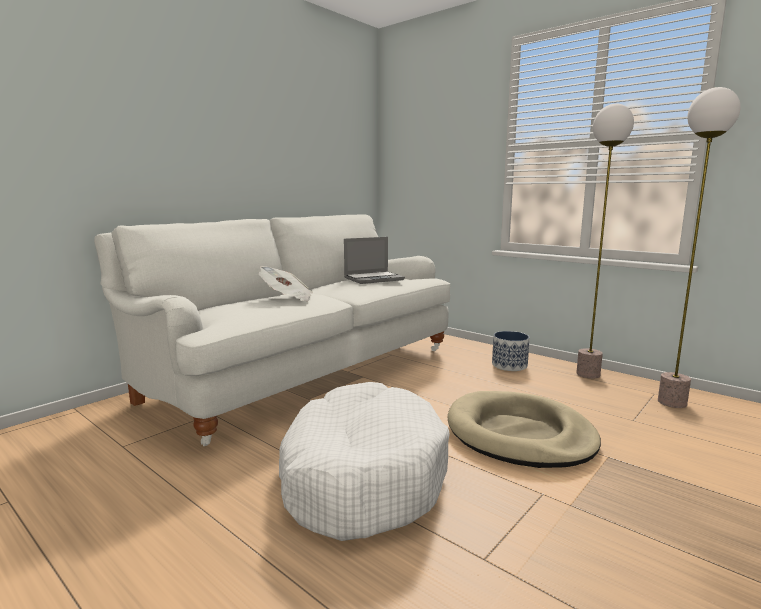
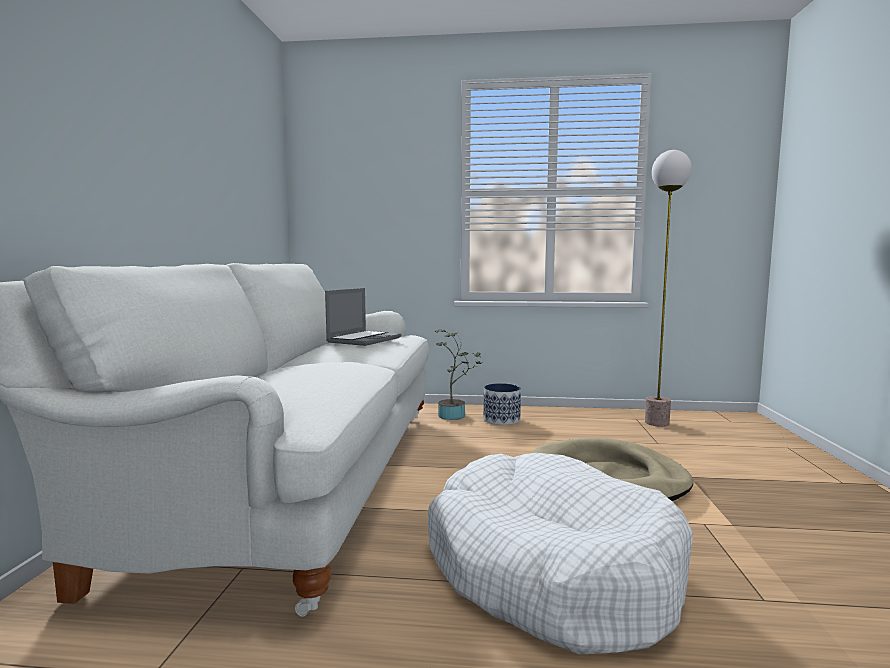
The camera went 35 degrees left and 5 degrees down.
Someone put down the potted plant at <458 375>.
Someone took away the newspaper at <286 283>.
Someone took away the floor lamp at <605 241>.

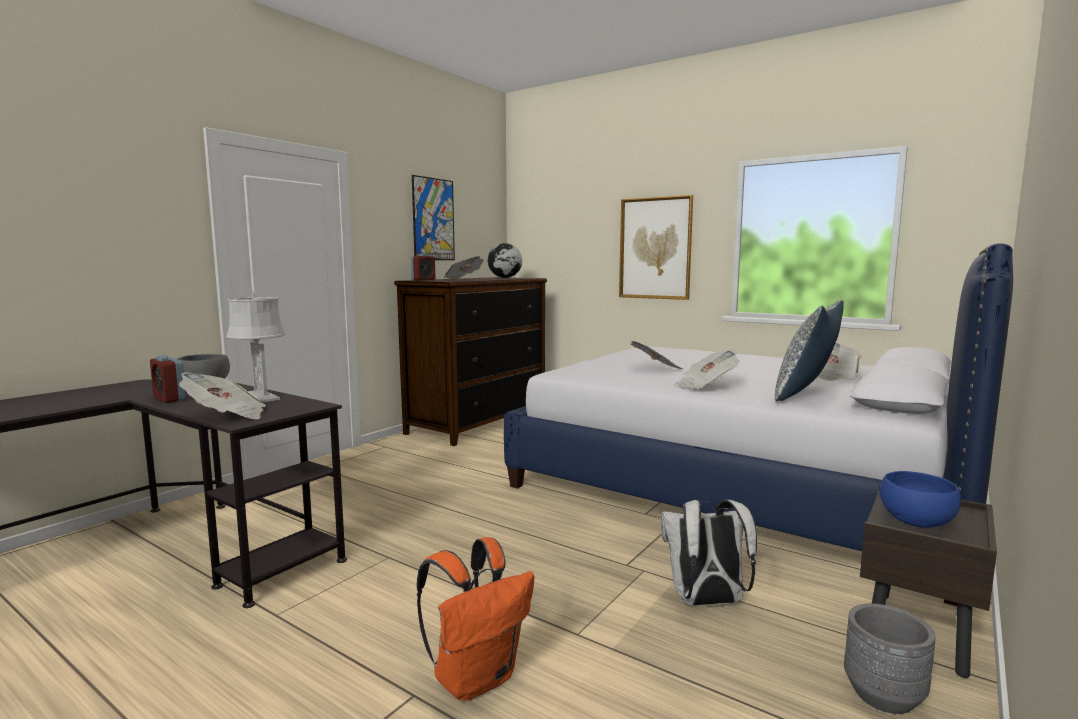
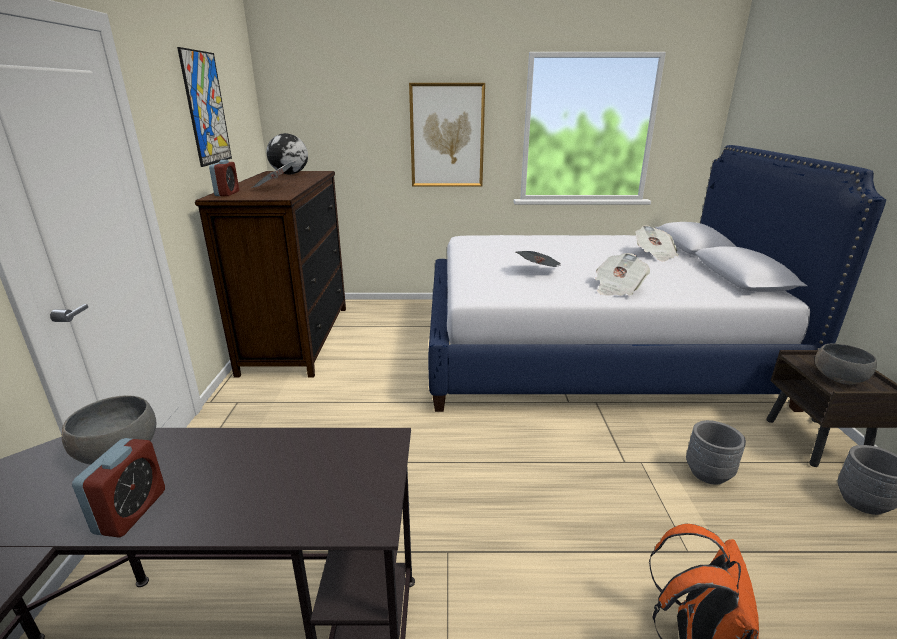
The camera went 35 degrees left and 15 degrees up.
Someone rotated the alarm clock at <168 379> by 90 degrees counterclockwise.
Someone swapped the white backpack at <709 553> for the grey planter at <716 452>.
Someone repainted the blue bowl at <920 499>, which became the grey bowl at <846 363>.
Someone took away the newspaper at <222 395>.
Someone took away the grey table lamp at <256 346>.
Someone took away the pillow at <809 350>.

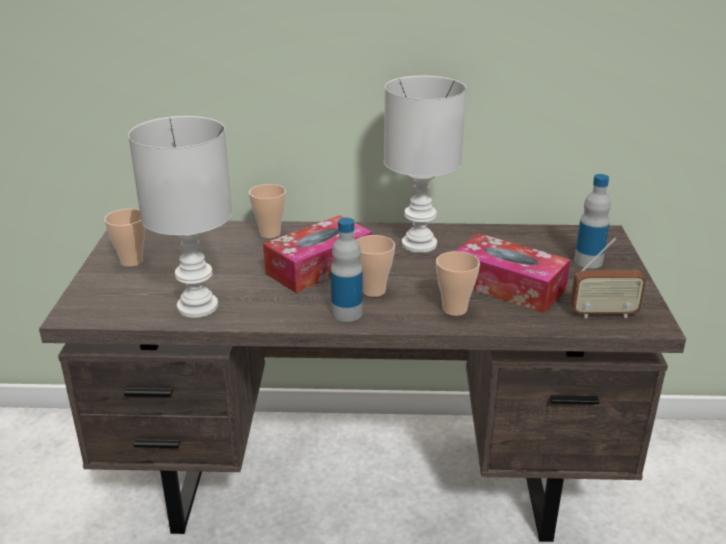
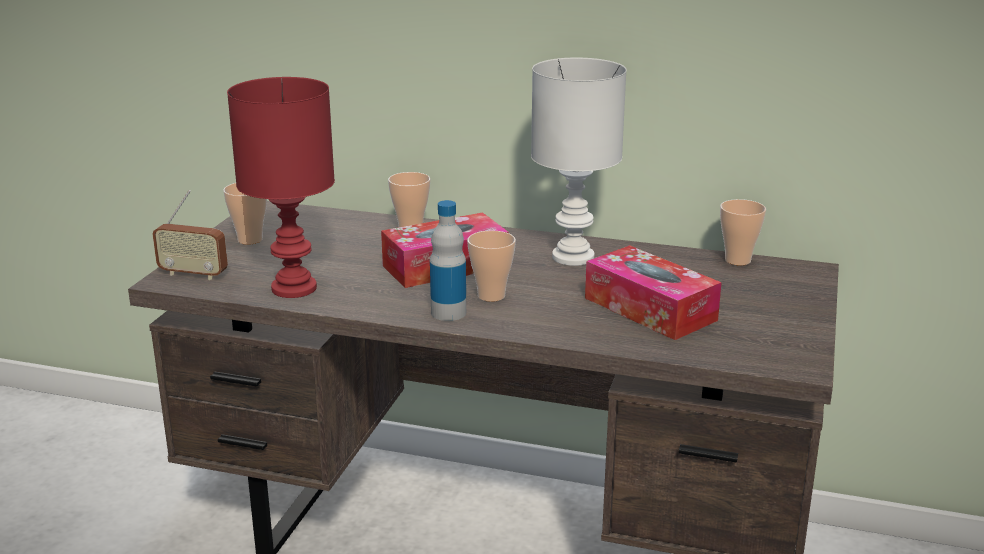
The camera went 15 degrees right and 5 degrees down.
Someone carried the radio from <608 278> to <190 235>.
Someone repainted the white table lamp at <180 217>, which became the red table lamp at <281 187>.
Someone carried the cup from <458 283> to <743 232>.
Someone took away the bottle at <592 221>.

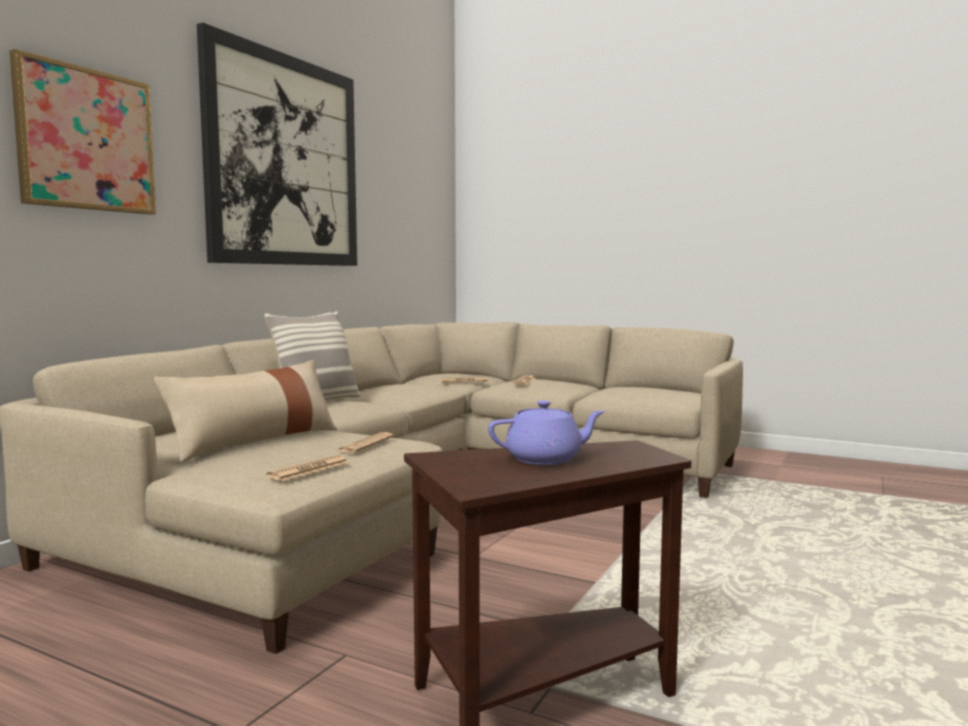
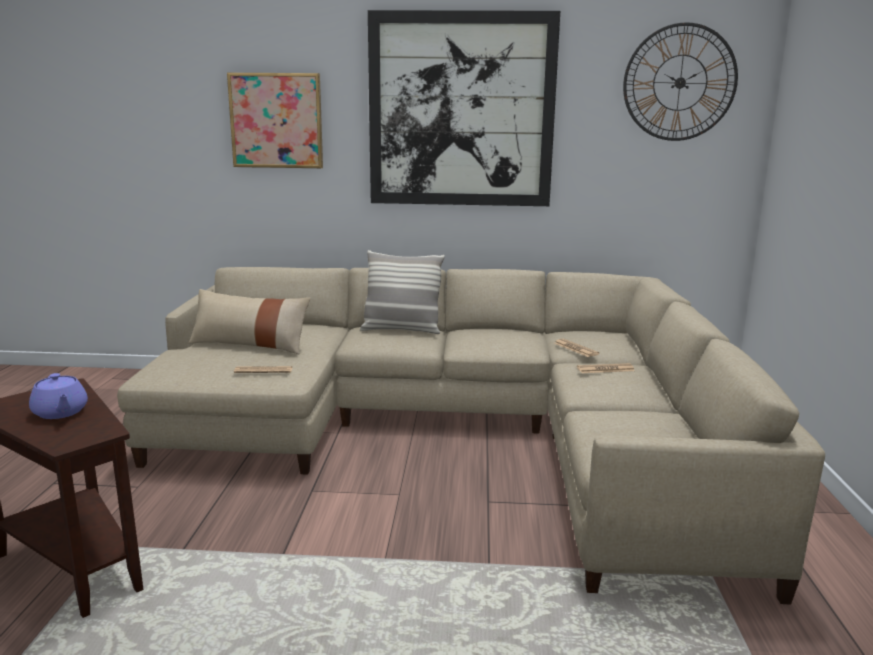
The camera went 65 degrees right and 10 degrees up.
Someone put up the wall clock at <680 81>.
Someone took away the newspaper at <307 468>.

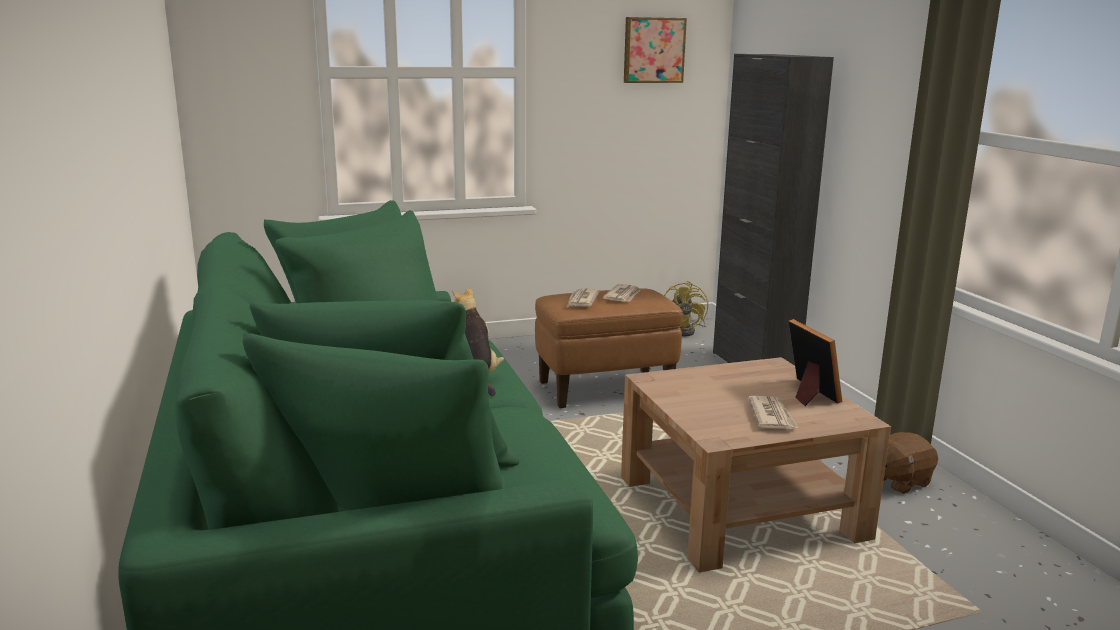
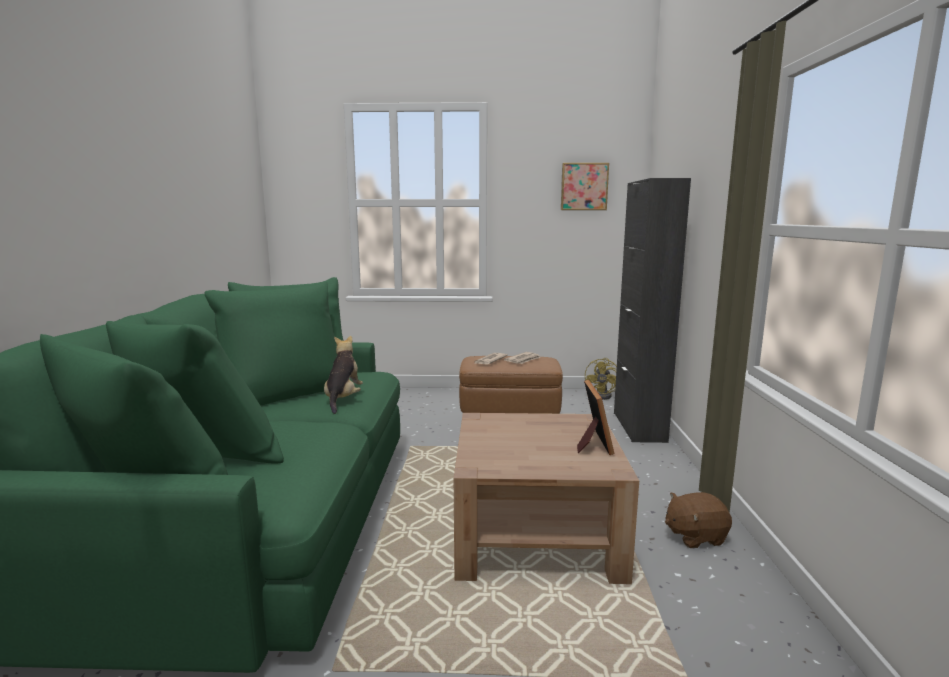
The camera went 20 degrees right and 5 degrees down.
Someone took away the newspaper at <773 412>.

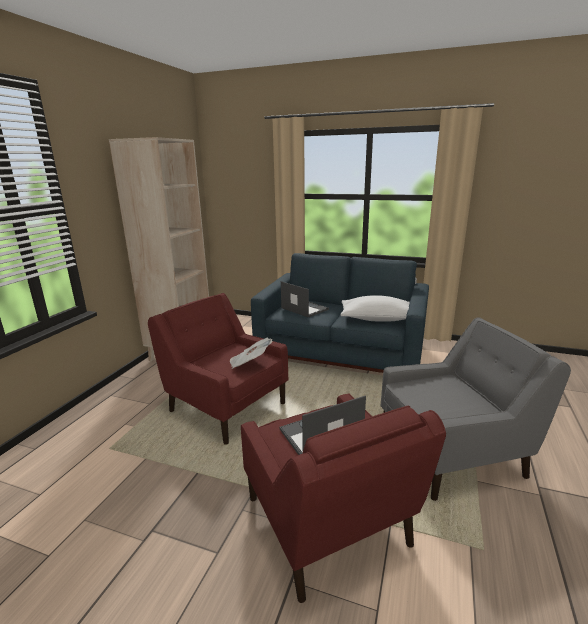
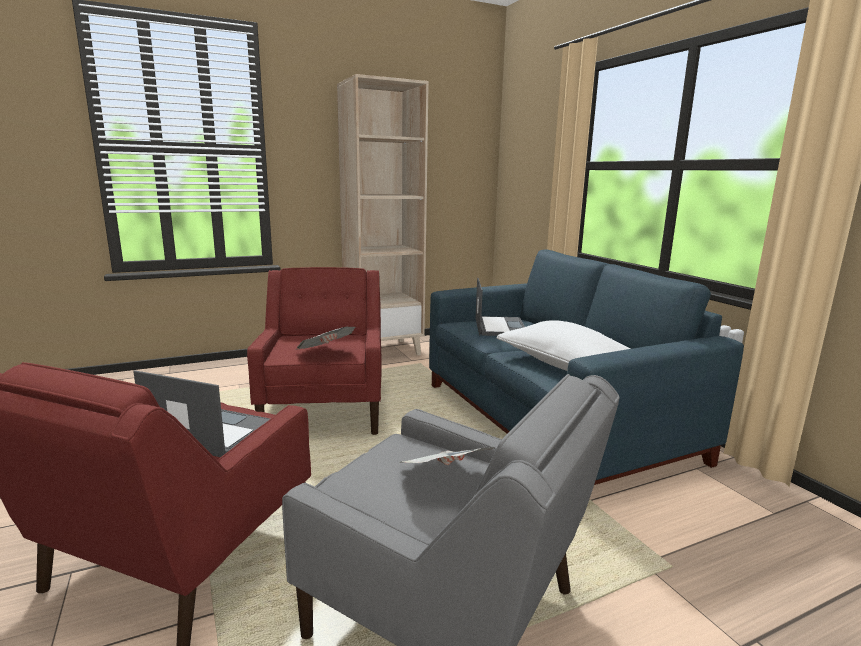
The camera went 45 degrees right and 5 degrees down.
Someone put down the newspaper at <446 456>.

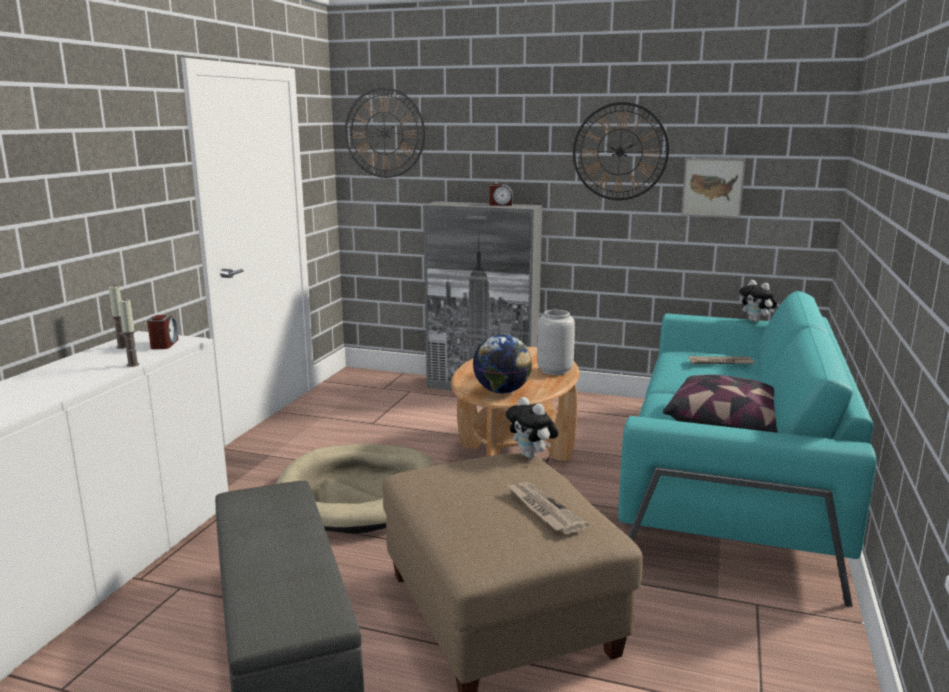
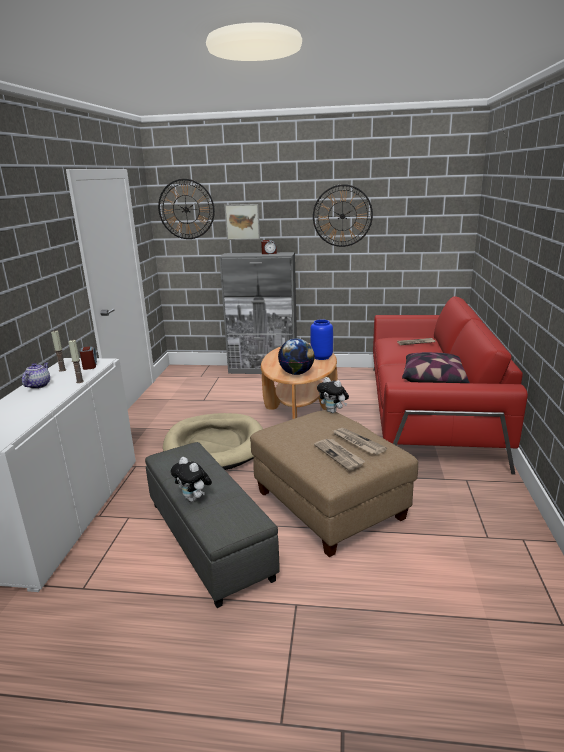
The camera went 10 degrees left and 5 degrees up.
Someone put down the teapot at <36 375>.
Someone carried the plush toy from <758 301> to <191 479>.
Someone carried the picture from <713 188> to <242 222>.
Someone repainted the grey vase at <556 342>, which became the blue vase at <321 339>.
Someone put down the newspaper at <339 455>.
Someone repainted the turquoise sofa at <747 449>, which became the red sofa at <450 385>.

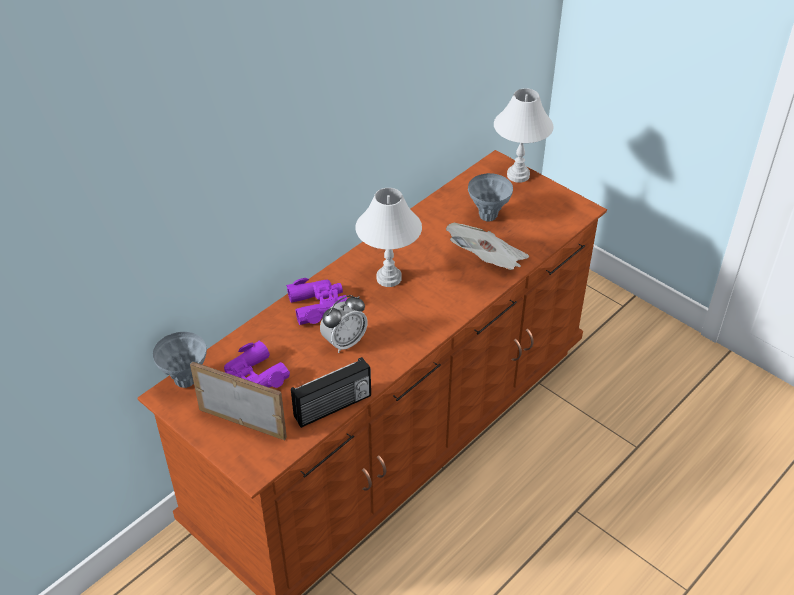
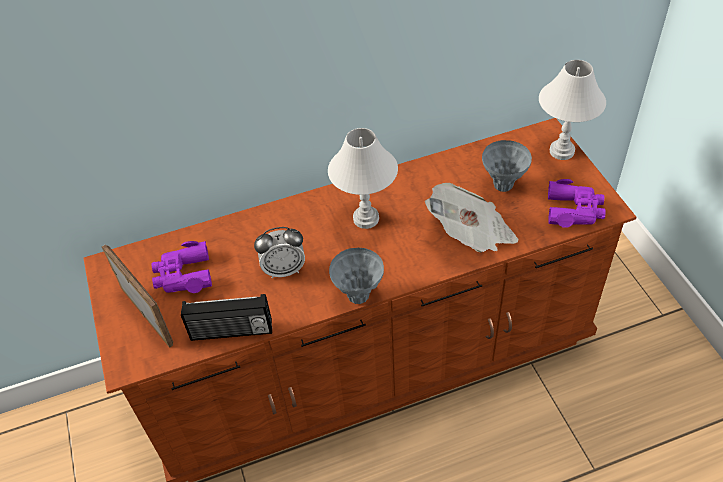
The camera went 30 degrees right and 5 degrees up.
Someone carried the grey vase from <180 360> to <356 276>.
Someone carried the purple binoculars from <316 301> to <577 203>.

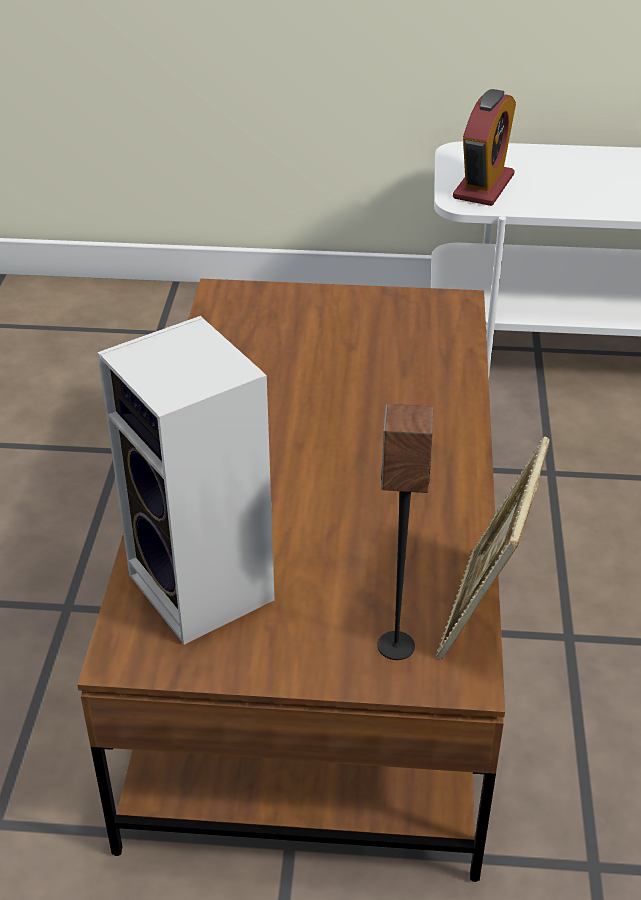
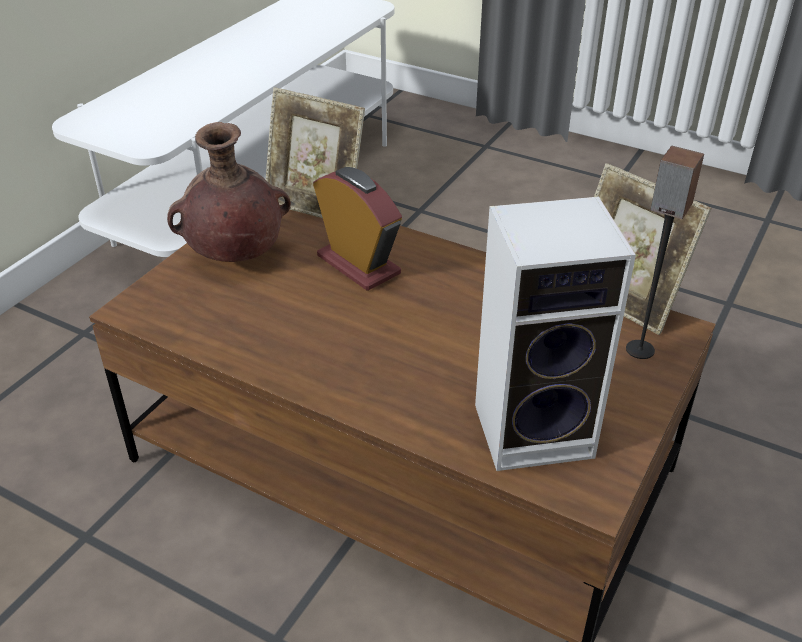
The camera went 65 degrees left and 0 degrees up.
Someone put down the brown vase at <229 192>.
Someone put down the picture frame at <315 152>.
Someone carried the alarm clock from <484 147> to <357 229>.

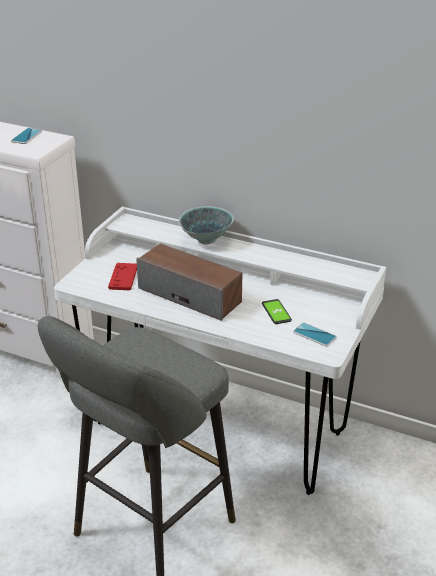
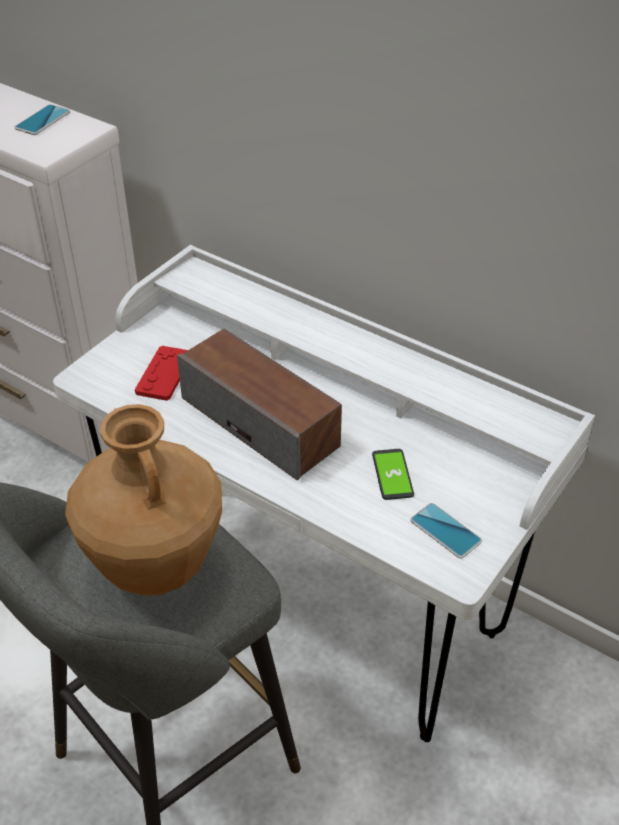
The camera went 10 degrees right and 10 degrees up.
Someone put down the brown vase at <143 500>.
Someone took away the bowl at <206 225>.

